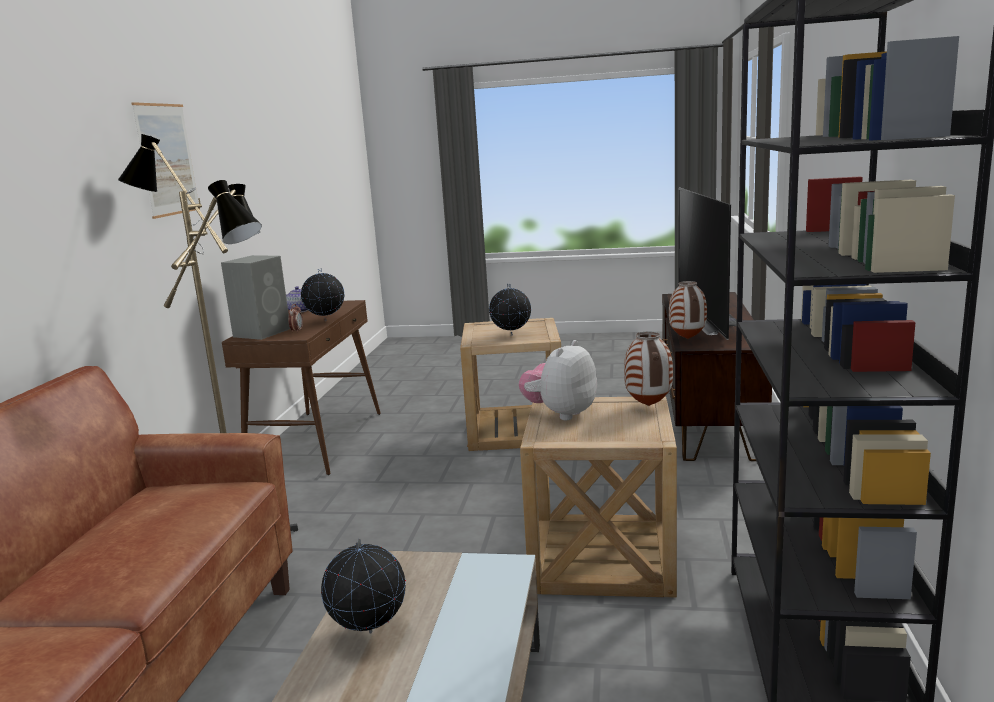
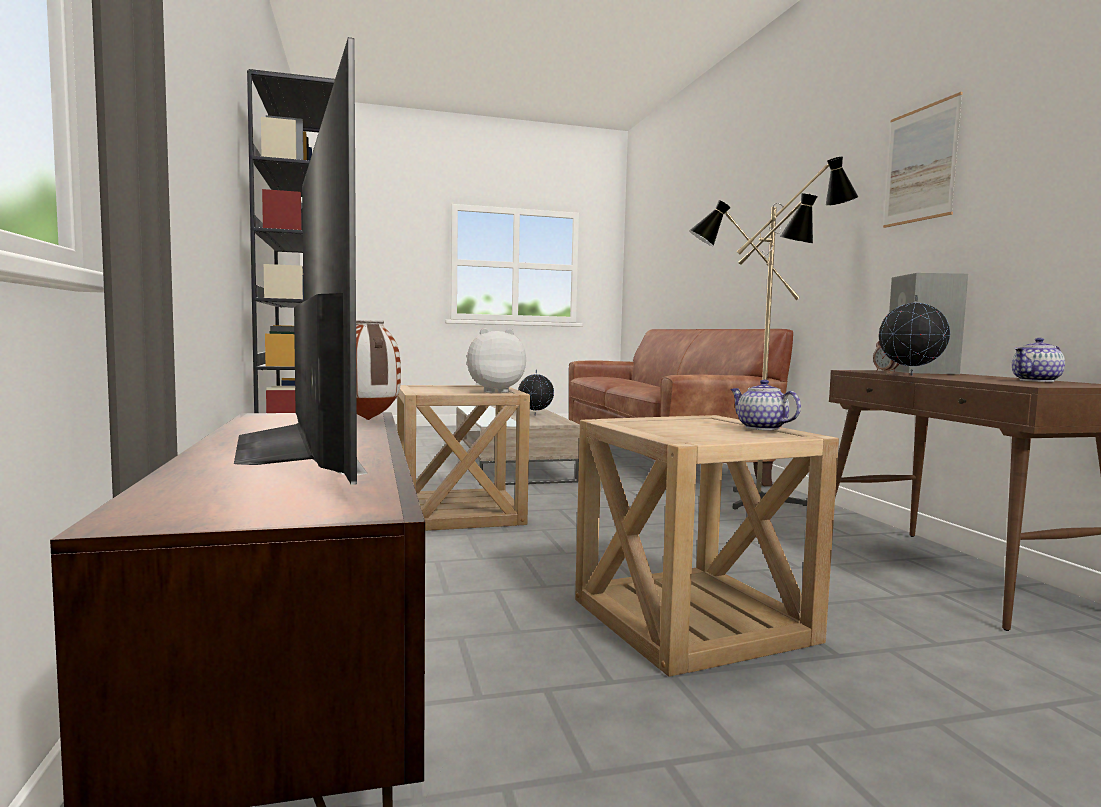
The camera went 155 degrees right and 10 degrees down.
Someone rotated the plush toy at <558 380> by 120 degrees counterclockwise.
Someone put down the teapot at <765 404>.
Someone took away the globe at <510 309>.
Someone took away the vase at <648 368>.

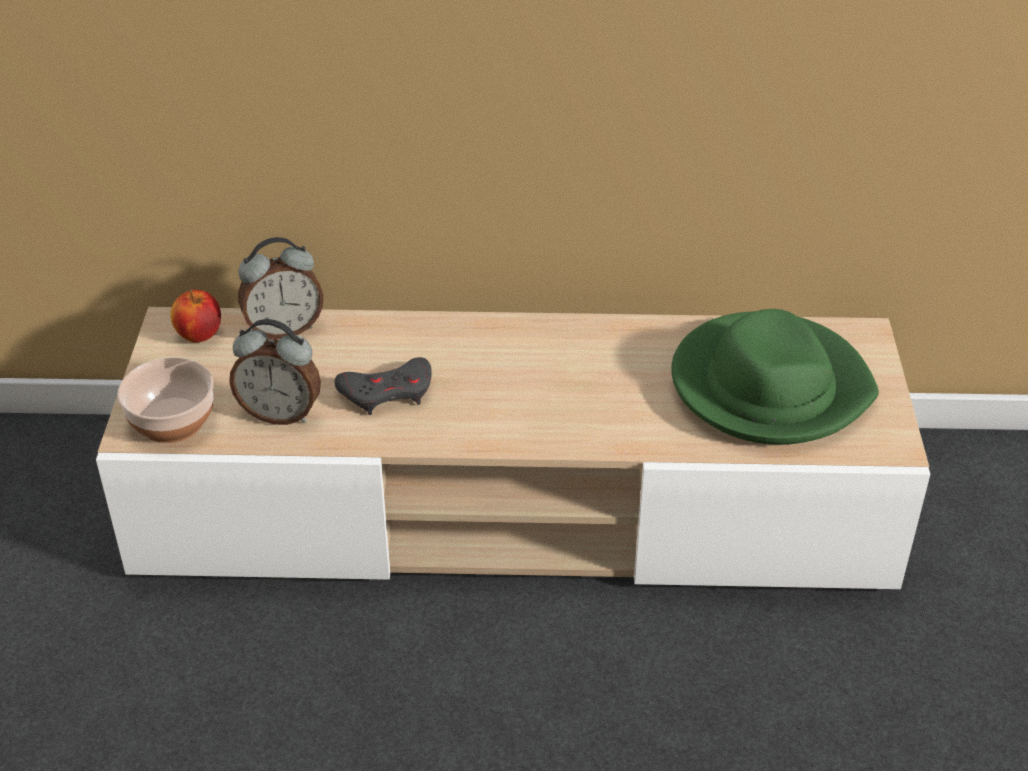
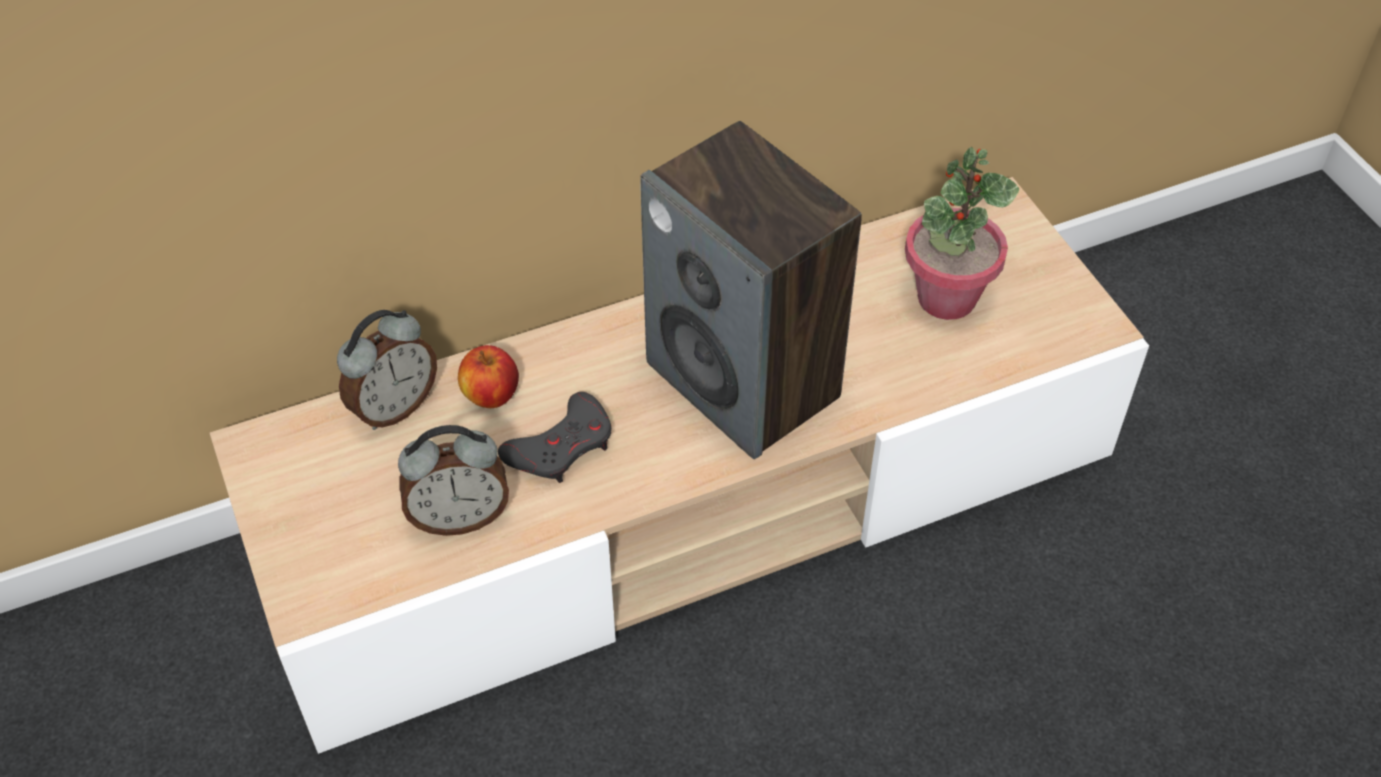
The camera went 25 degrees left and 10 degrees up.
Someone carried the apple from <195 316> to <488 376>.
Someone put down the speaker at <751 290>.
Someone swapped the green hat at <775 377> for the potted plant at <962 233>.
Someone took away the bowl at <165 400>.

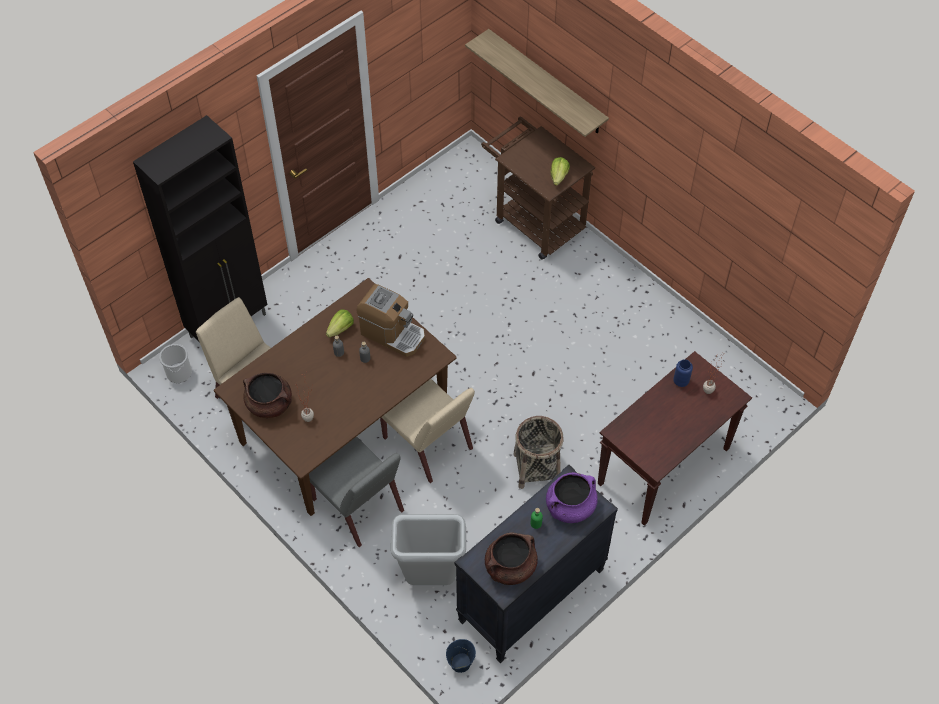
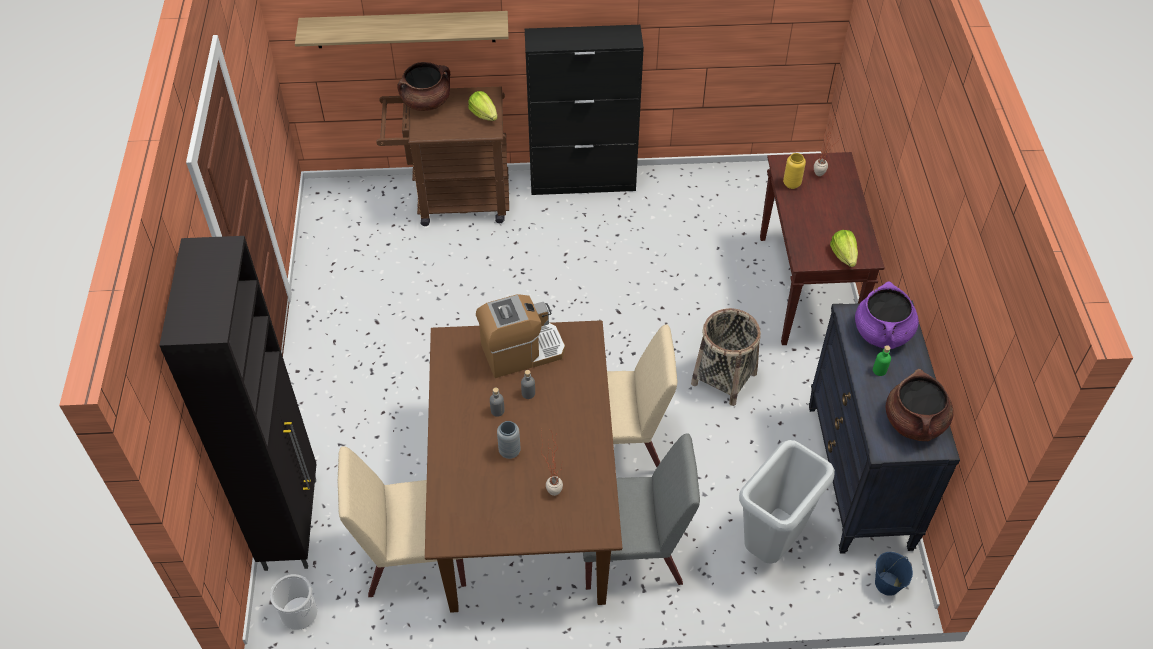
The camera went 50 degrees left and 5 degrees down.
Someone carried the brown cooking pot from <267 395> to <423 86>.
Someone put down the grey vase at <509 440>.
Someone put down the black cabinet at <584 110>.
Someone repainted the blue vase at <683 373>, which became the yellow vase at <794 171>.
Someone carried the lettuce from <340 323> to <844 248>.

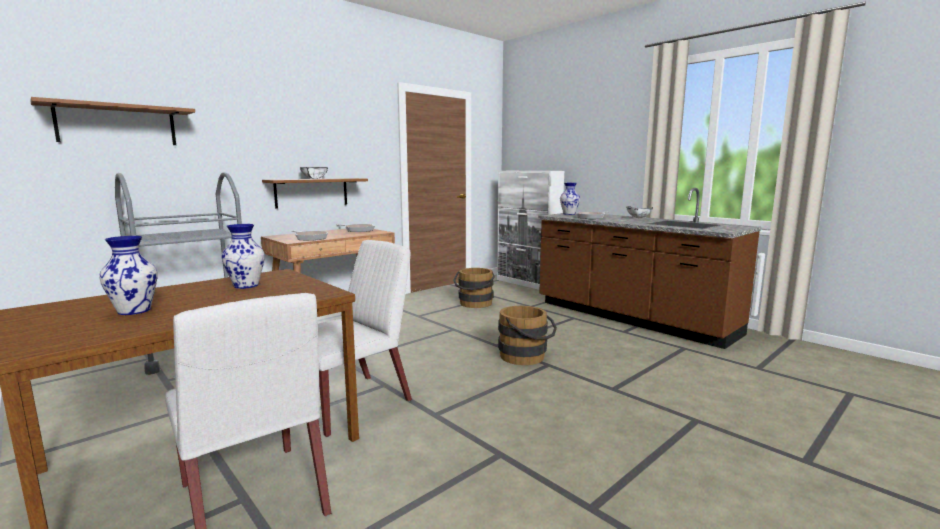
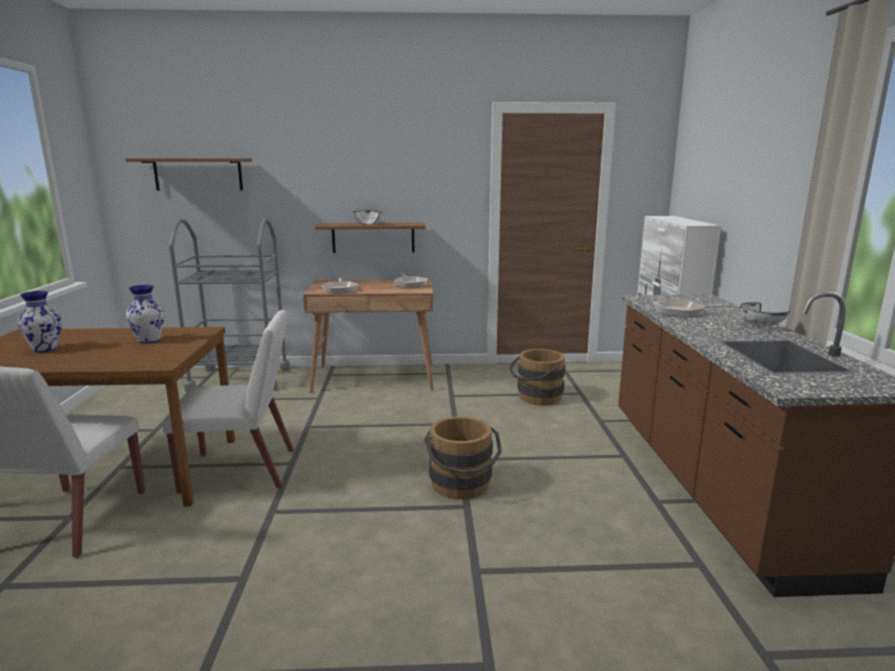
The camera went 40 degrees right and 5 degrees up.
Someone took away the vase at <570 199>.

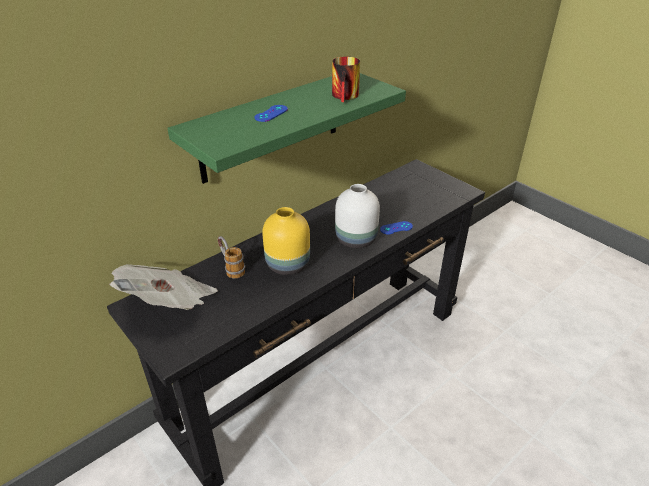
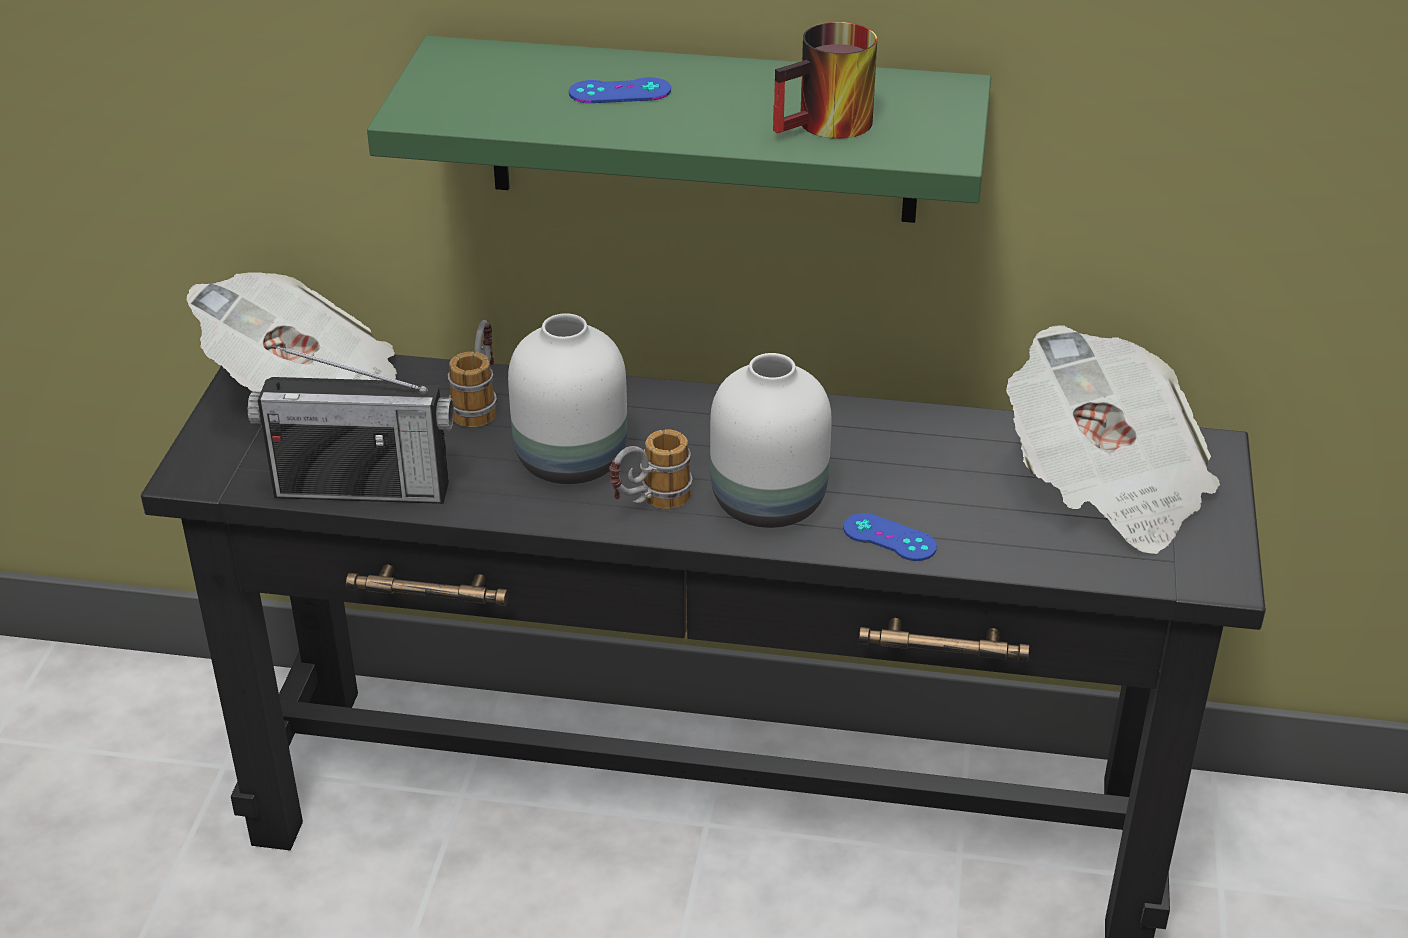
The camera went 50 degrees right and 0 degrees up.
Someone put down the radio at <351 424>.
Someone repainted the yellow vase at <286 241>, which became the white vase at <567 398>.
Someone put down the mug at <651 469>.
Someone put down the newspaper at <1113 439>.

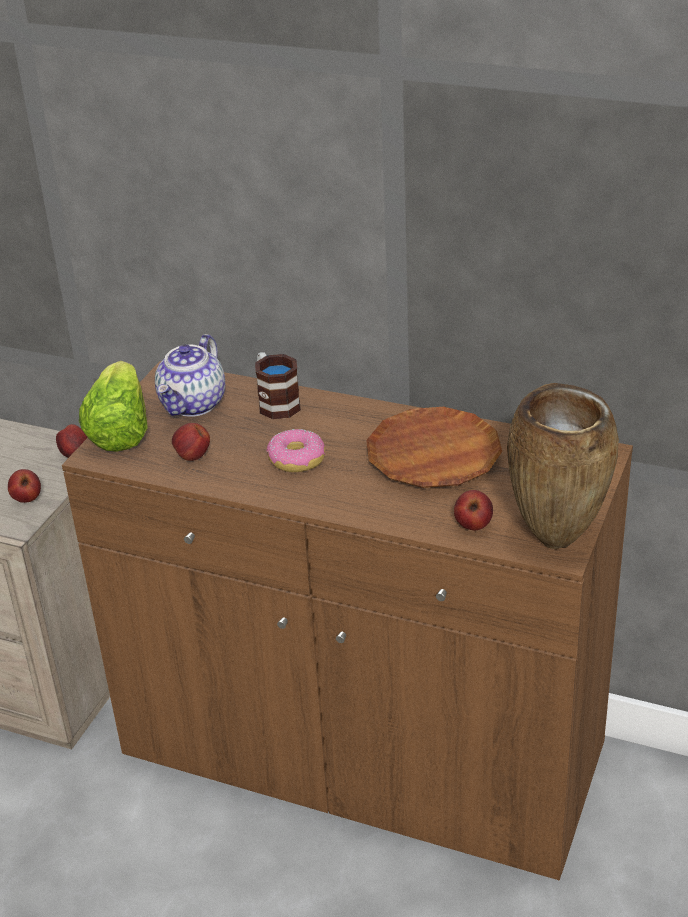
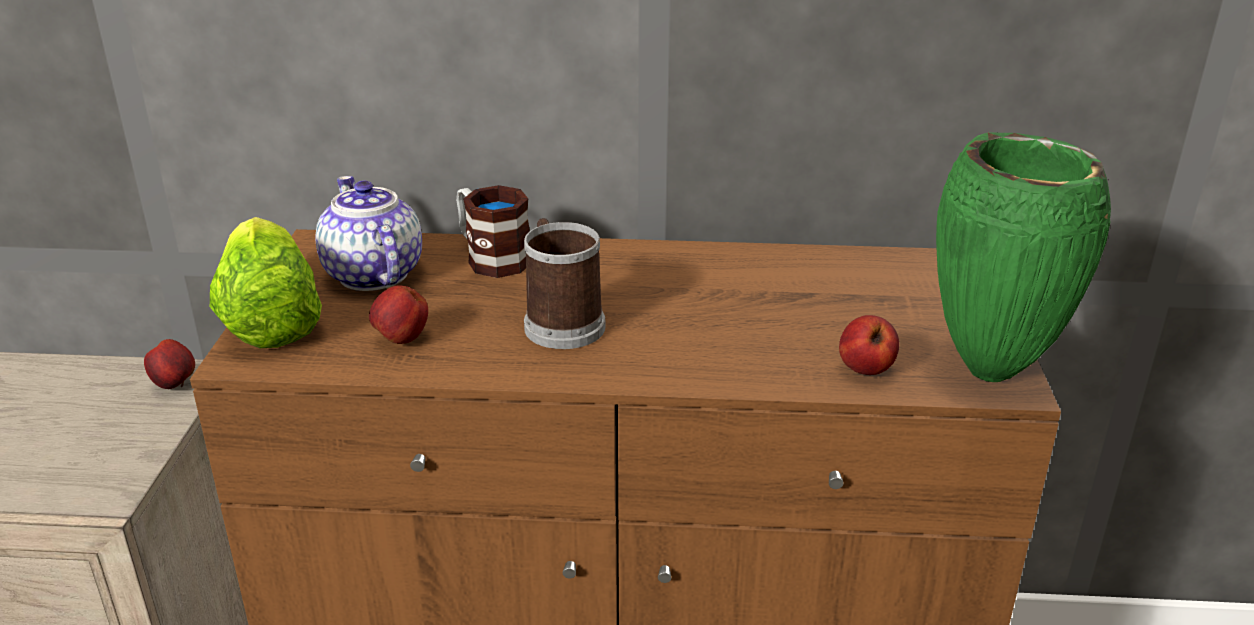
The camera went 20 degrees left and 5 degrees down.
Someone rotated the teapot at <190 375> by 150 degrees clockwise.
Someone swapped the donut at <295 450> for the mug at <564 283>.
Someone repainted the brown vase at <563 466>, which became the green vase at <1023 257>.
Someone took away the apple at <24 486>.
Someone took away the brown plate at <434 447>.

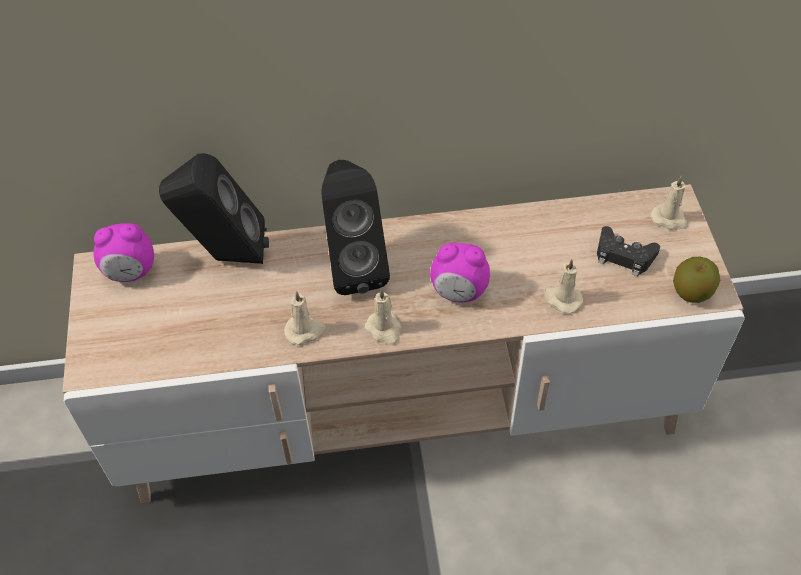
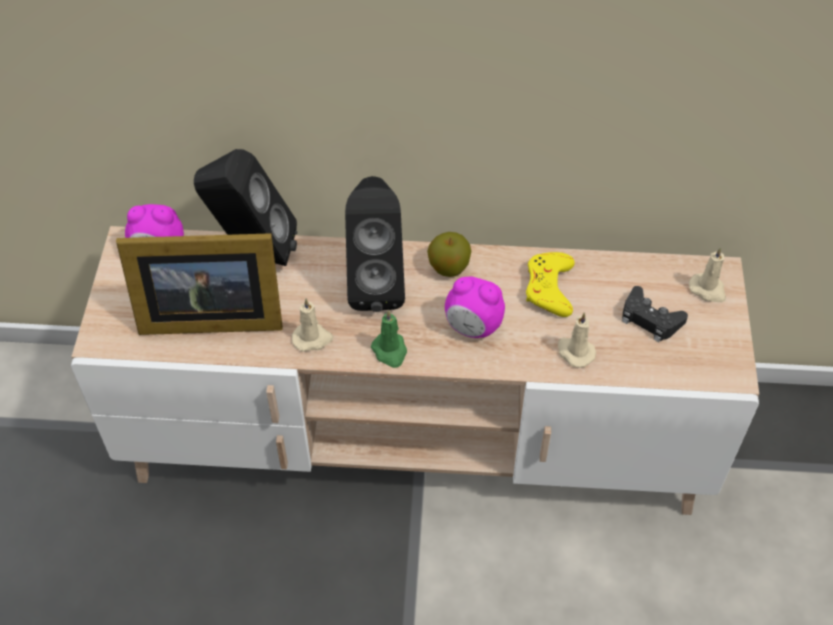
The camera went 10 degrees right and 0 degrees up.
Someone put down the picture frame at <199 284>.
Someone repainted the beige candle at <383 316>, which became the green candle at <389 339>.
Someone carried the apple from <696 280> to <449 254>.
Someone put down the yellow game controller at <550 284>.

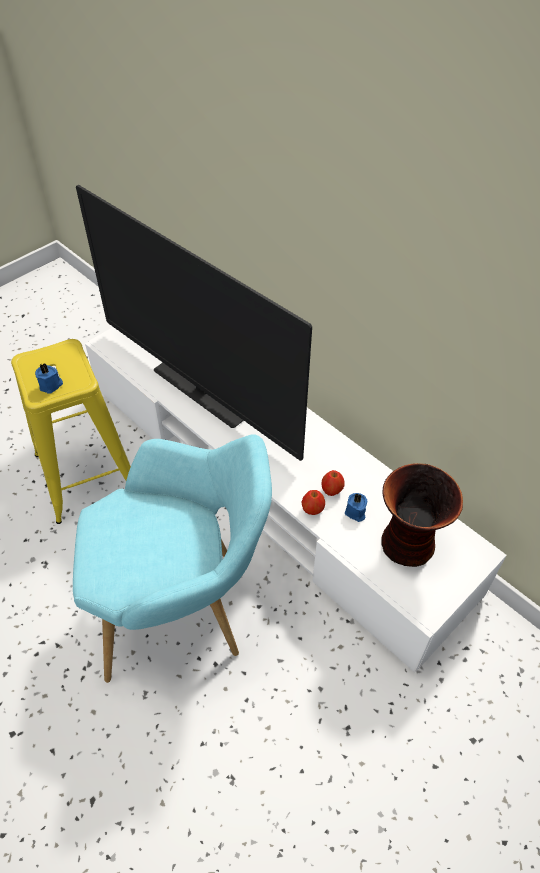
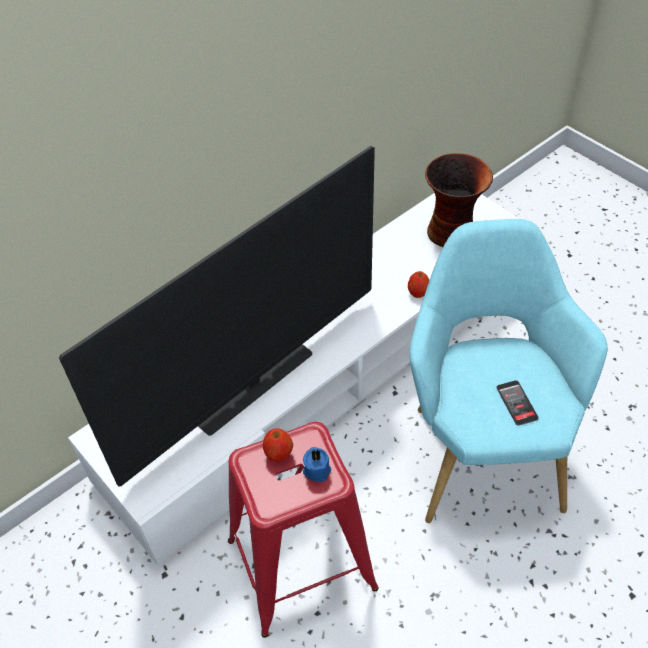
The camera went 85 degrees left and 0 degrees up.
Someone repainted the yellow stool at <71 431>, which became the red stool at <303 530>.
Someone carried the apple from <333 483> to <278 445>.
Someone put down the phone at <517 403>.
Someone took away the blue candle at <356 507>.

